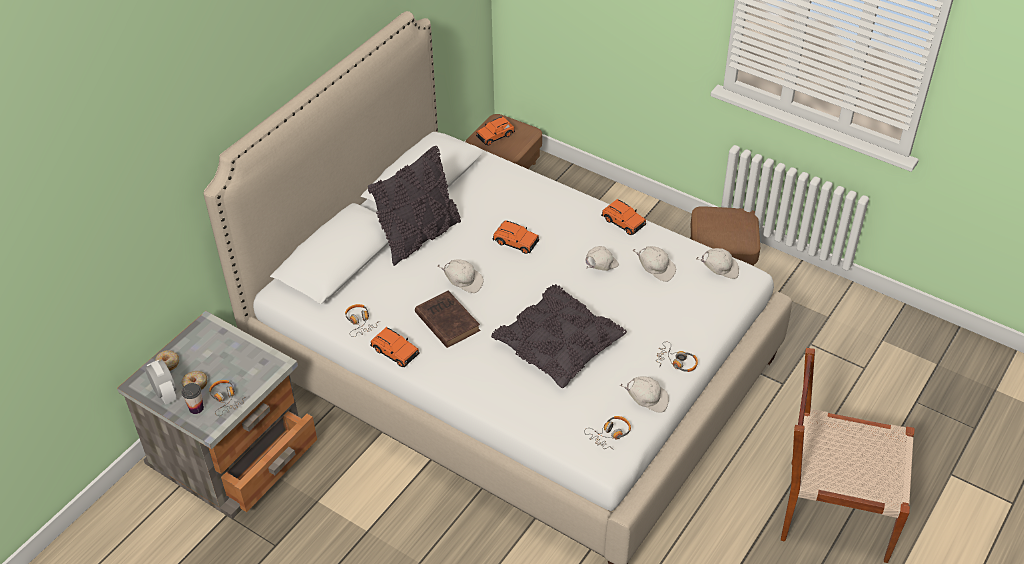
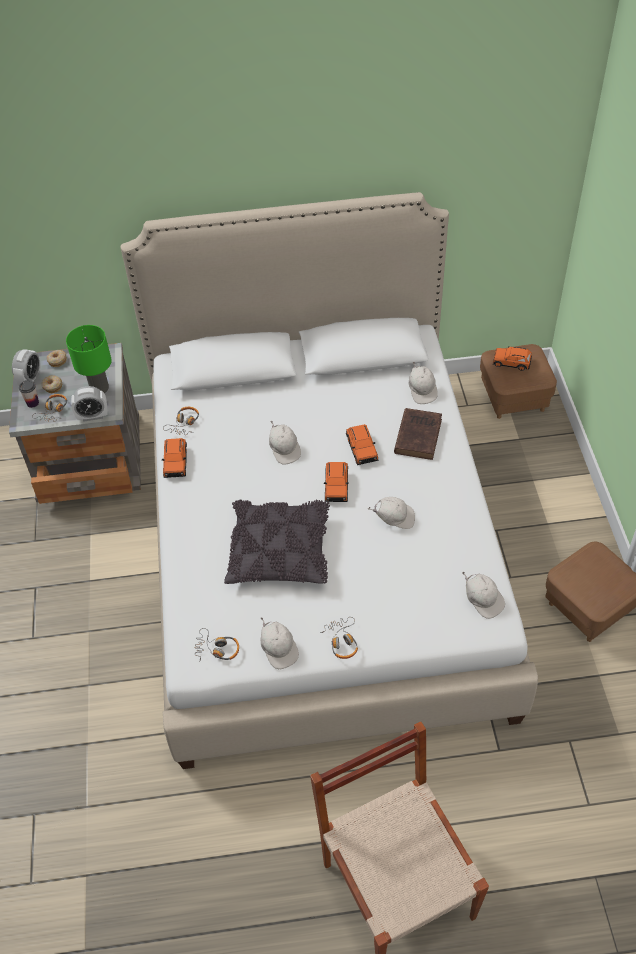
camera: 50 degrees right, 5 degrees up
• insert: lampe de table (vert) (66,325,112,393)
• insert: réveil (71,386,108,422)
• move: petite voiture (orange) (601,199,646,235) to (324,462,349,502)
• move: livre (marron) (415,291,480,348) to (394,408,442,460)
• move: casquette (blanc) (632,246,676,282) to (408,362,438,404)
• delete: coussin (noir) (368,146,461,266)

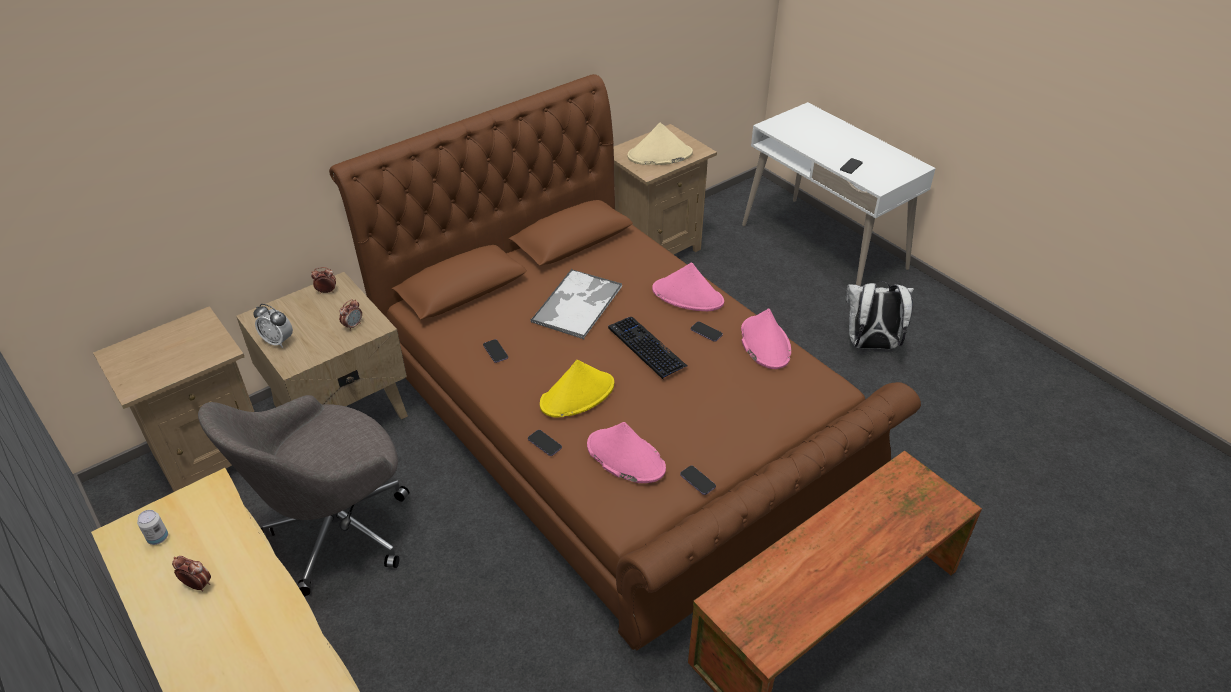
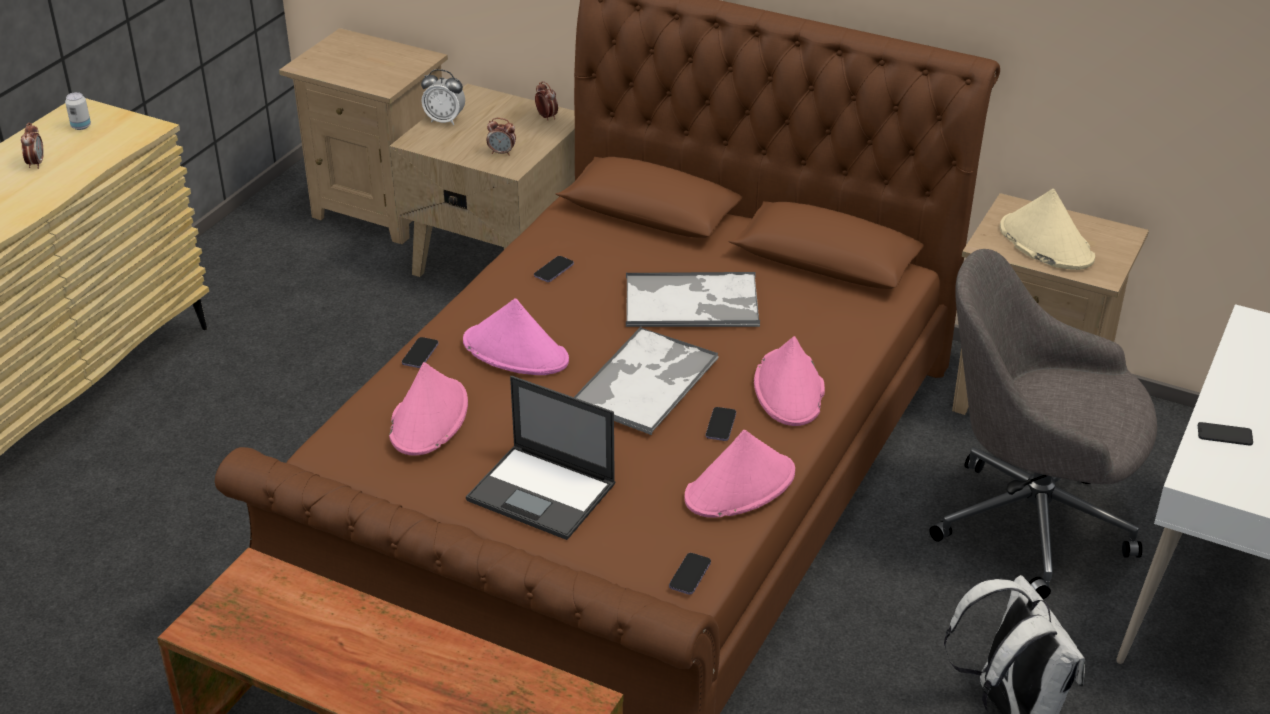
camera: 65 degrees right, 5 degrees down
• rotate: réveil (253,304,293,348) = (421,69,465,125) 75 degrees counterclockwise
• recolor: chapeau (jaune) (540,360,614,417) to chapeau (rose) (463,298,569,375)
• insert: ordinateur portable (466,376,616,540)
• replace: clavier (608,317,687,380) to plateau (574,327,719,435)
• move: téléphone (680,465,716,495) to (669,553,711,595)
• move: chaise de bureau (gris) (198,395,410,596) to (929,249,1157,599)

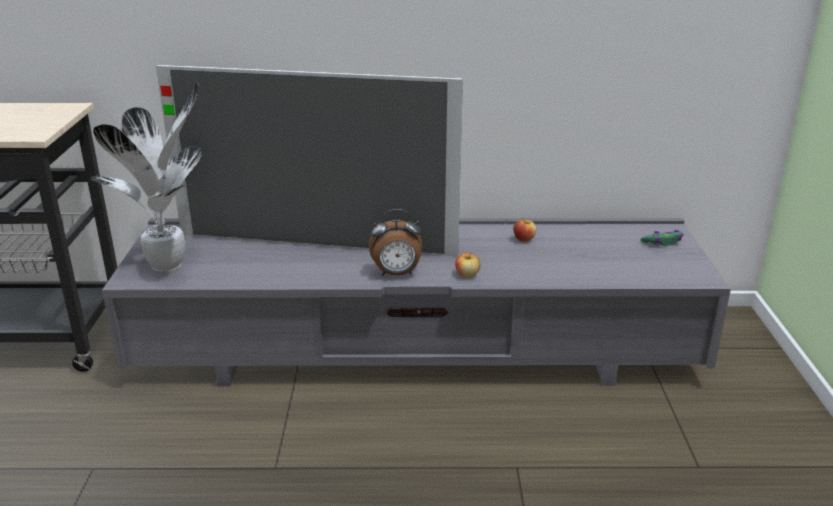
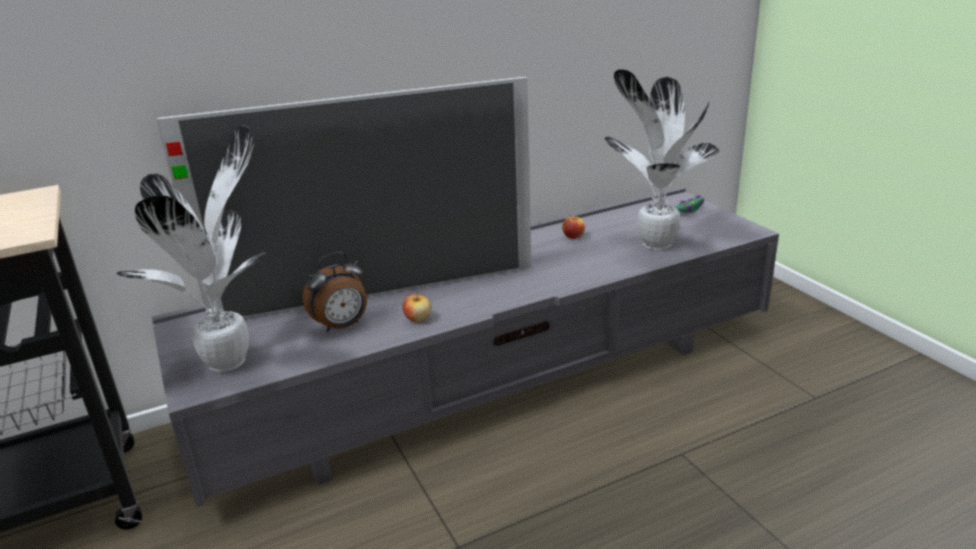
camera: 25 degrees left, 0 degrees up
• move: réveil (369,209,422,276) to (303,252,367,333)
• move: pomme (455,251,480,278) to (403,292,431,322)
• insert: plante en pot (605,69,719,250)

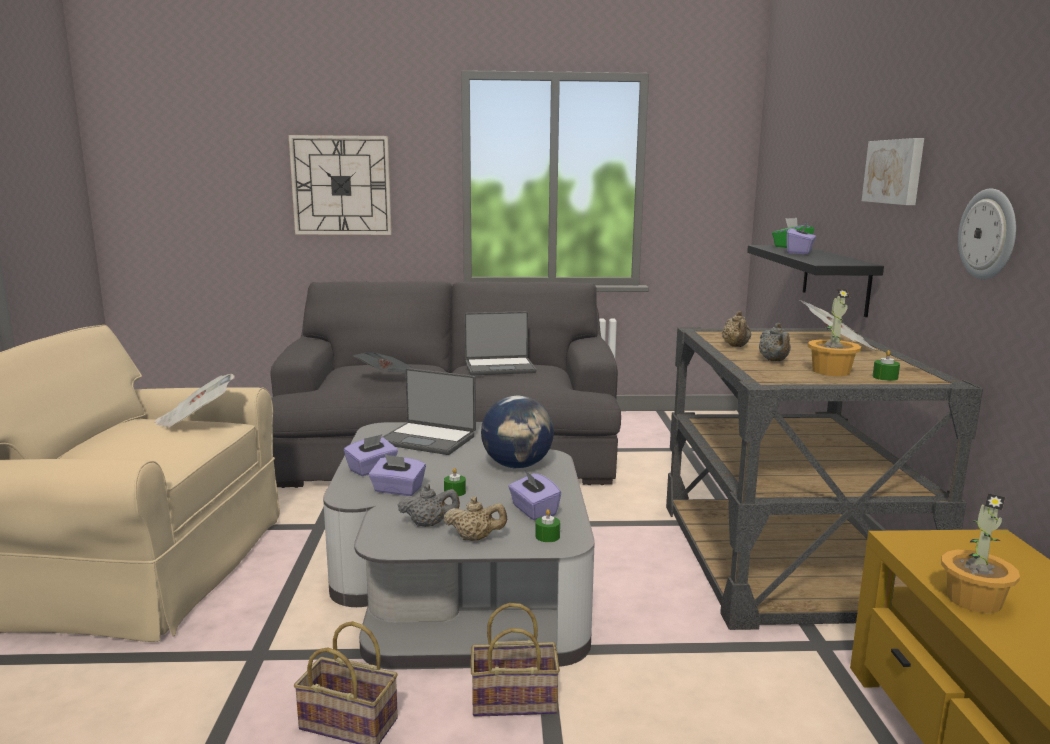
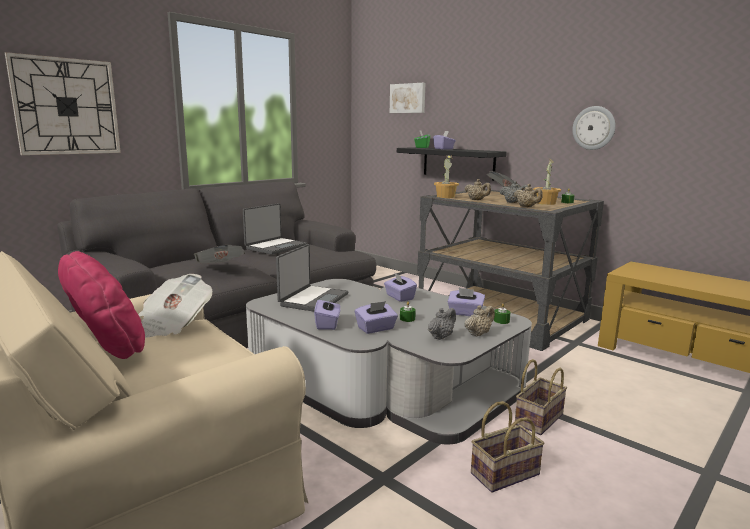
camera: 45 degrees left, 0 degrees up
• insert: coussin (rose) (58,251,145,359)
• rotate: ordinateur portable (383,368,476,455) = (276,244,349,312) 45 degrees counterclockwise
• replace: globe (481,396,554,469) to boîte à mouchoirs (violet) (384,272,417,302)
• move: tableau (862,138,924,205) to (390,83,425,113)
• move: plante en pot (941,493,1020,613) to (434,155,459,198)
• insert: théière (beige) (514,184,543,207)

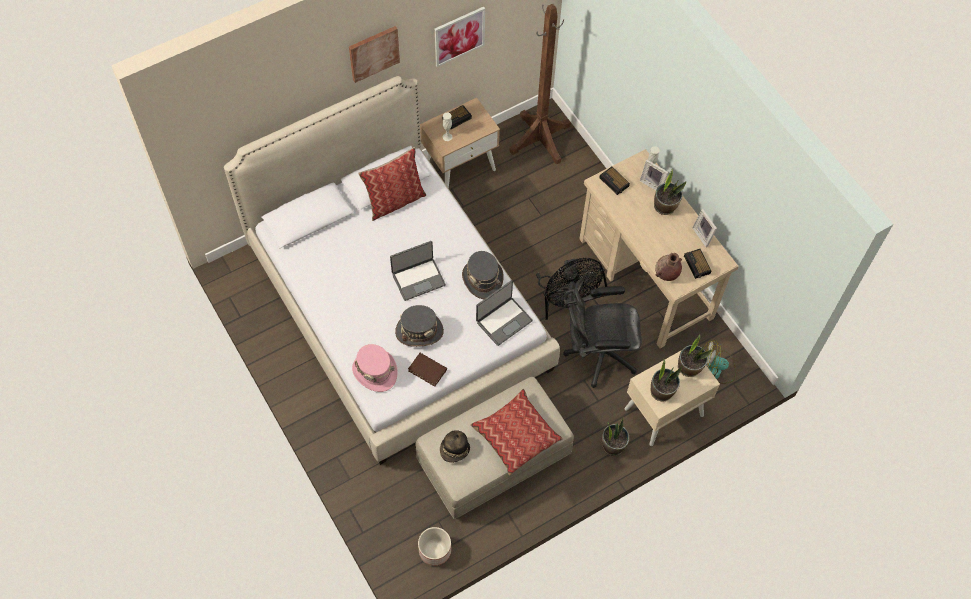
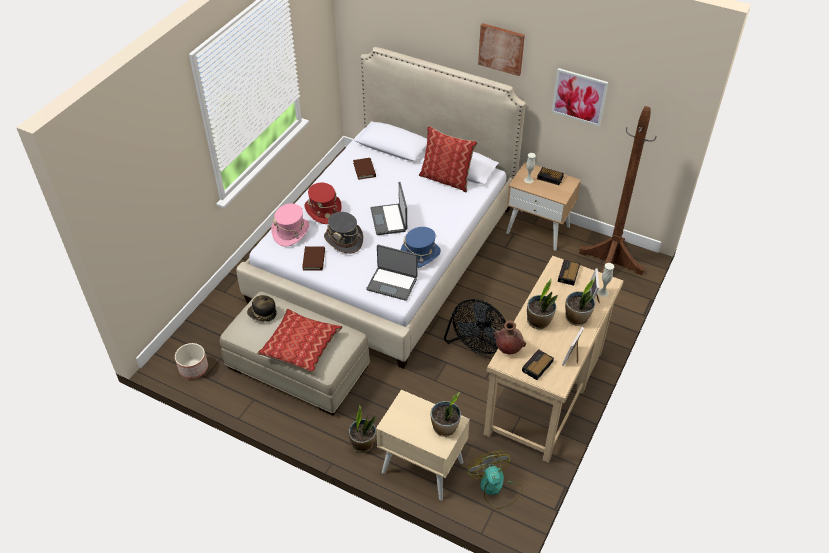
camera: 60 degrees right, 15 degrees down
• insert: chapeau (rouge) (304,183,342,224)
• insert: livre (marron) (353,158,376,180)
• rotate: ordinateur portable (390,241,446,301) = (370,182,407,235) 45 degrees clockwise
• recolor: chapeau (gris) (462,251,504,299) to chapeau (bleu) (401,227,441,268)
• move: plante en pot (650,360,682,401) to (527,278,558,329)
• delete: chaise de bureau (563,280,642,388)

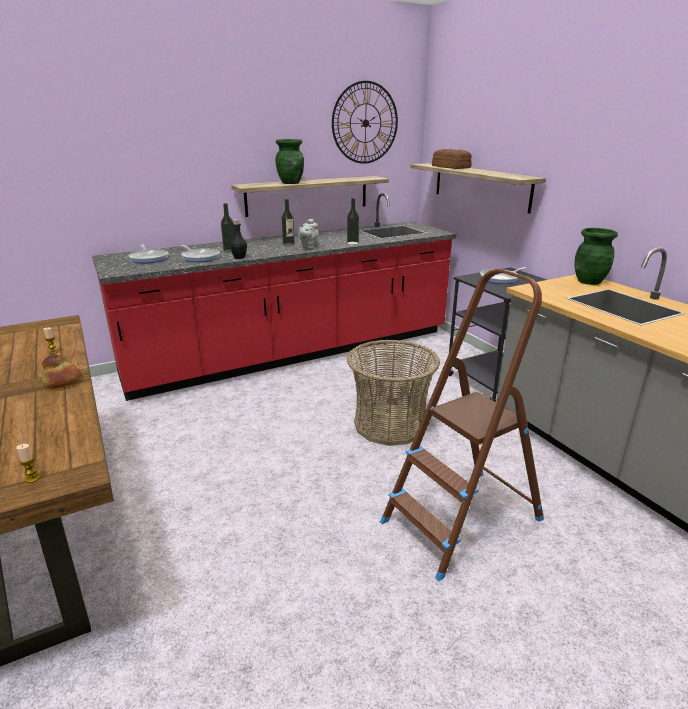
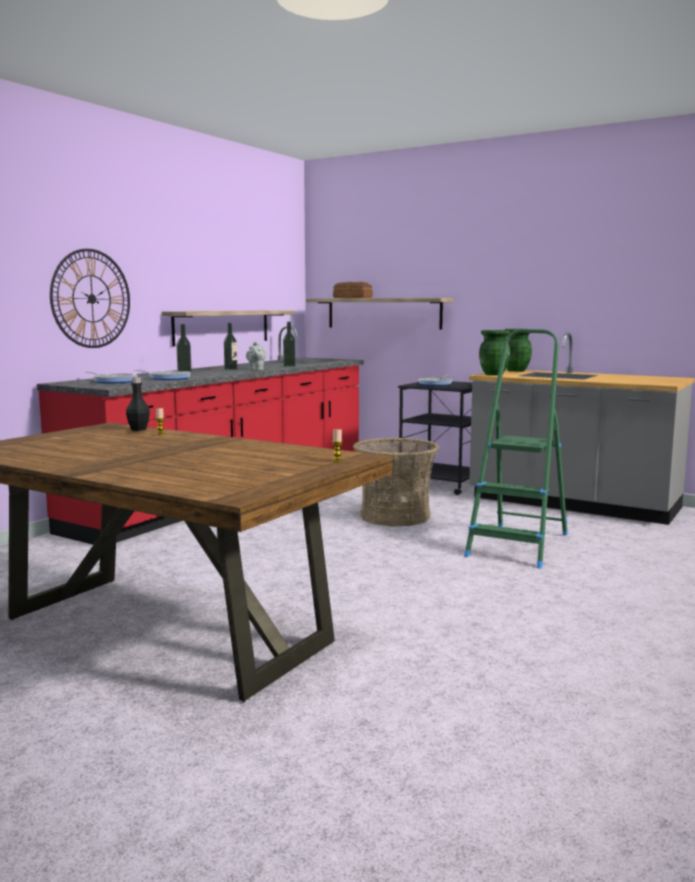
camera: 30 degrees left, 15 degrees down
• move: horloge murale (332,81,398,164) to (50,249,130,348)
• move: bouteille (noir) (230,219,247,259) to (126,377,150,431)
• recolor: escabeau (marron) (380,269,544,581) to escabeau (vert) (464,329,568,568)
• move: vase (vert) (275,139,304,184) to (479,330,510,375)
• delete: pain (41,354,81,389)

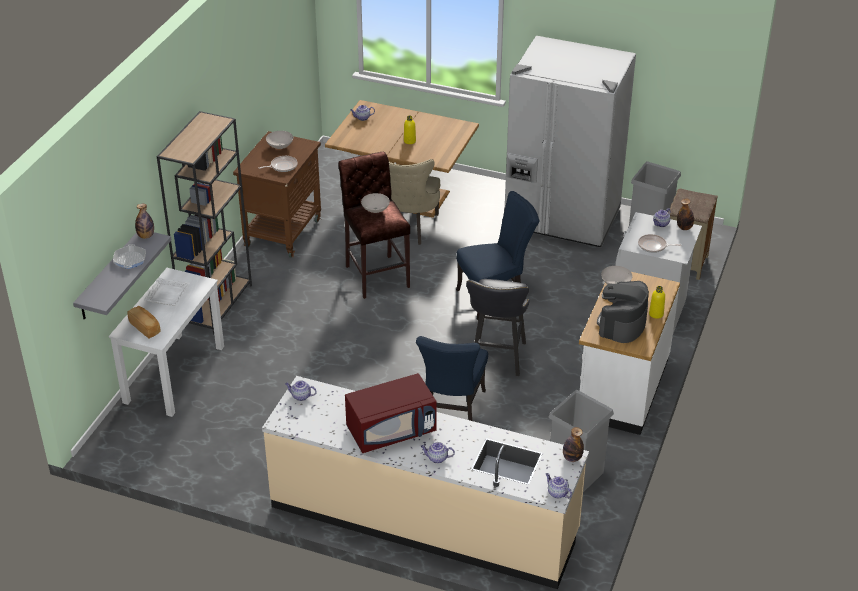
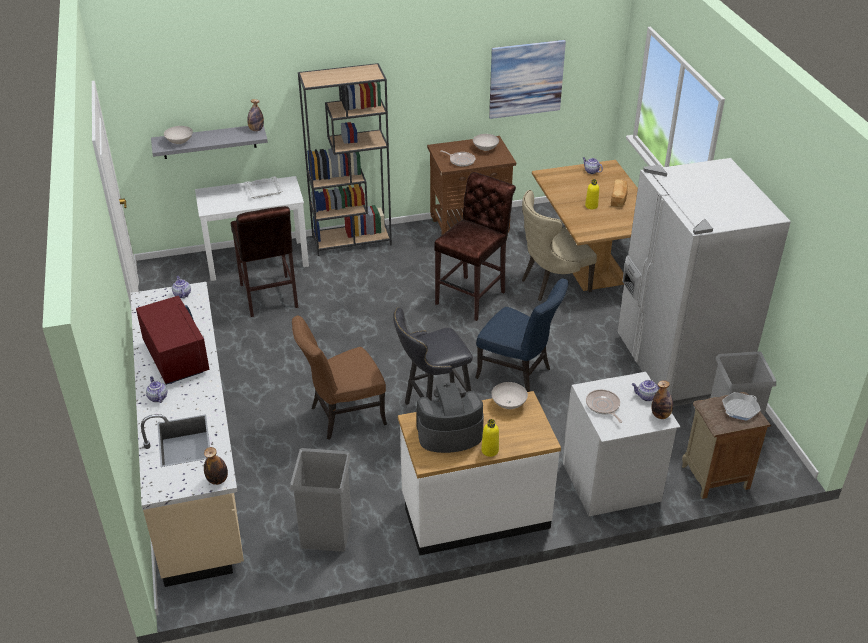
camera: 55 degrees right, 0 degrees up
• rotate: micro-ondes (rouge) (345,373,437,453) = (136,296,209,385) 150 degrees counterclockwise
• move: bol (blanc) (361,193,390,213) to (164,126,193,144)
• insert: tabouret (marron) (231,206,298,317)
• recolor: chaise (bleu) (416,336,488,421) to chaise (marron) (292,316,387,440)
• insert: tableau (489,40,566,119)
• move: pain (127,306,160,339) to (611,179,628,207)
• move: poêle (113,244,146,269) to (722,392,761,421)
• delete: théière (546,473,572,499)

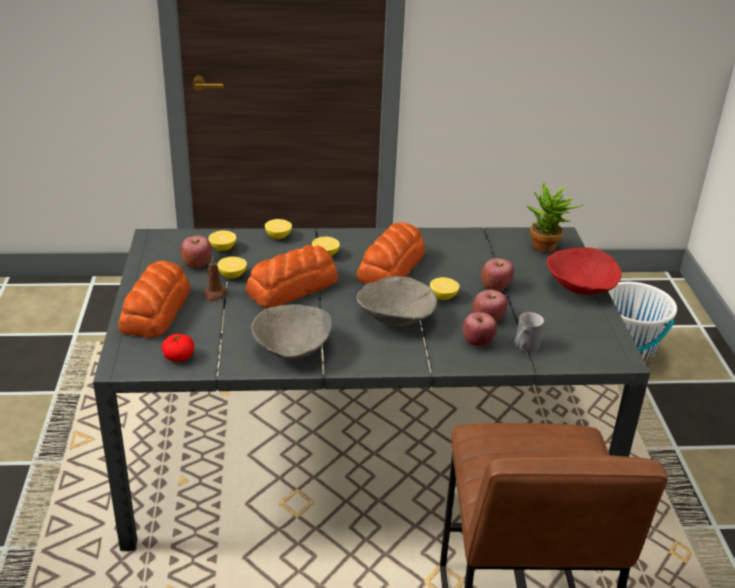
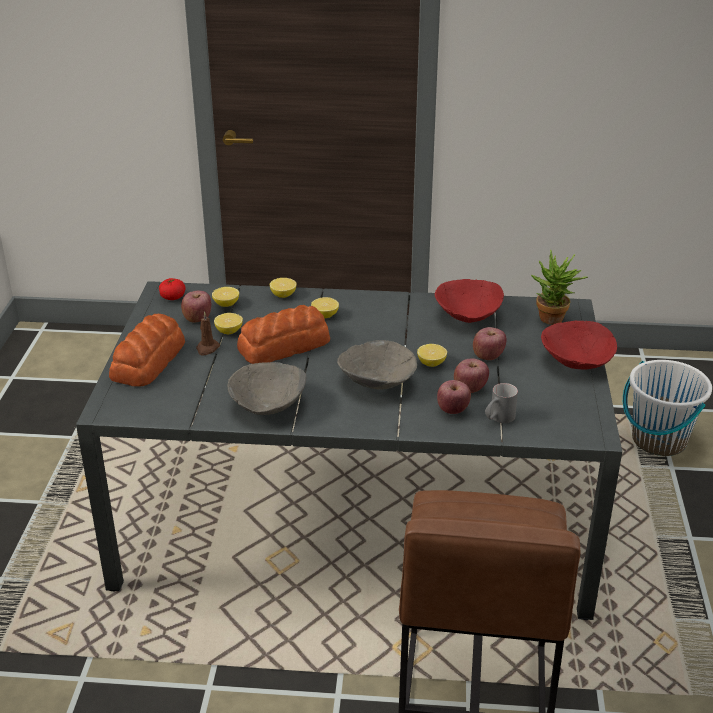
camera: 10 degrees right, 0 degrees up
• move: tomate (161,334,194,362) to (159,278,186,300)
• insert: bol (rouge) (435,279,504,323)
• delete: pain (357,223,425,284)

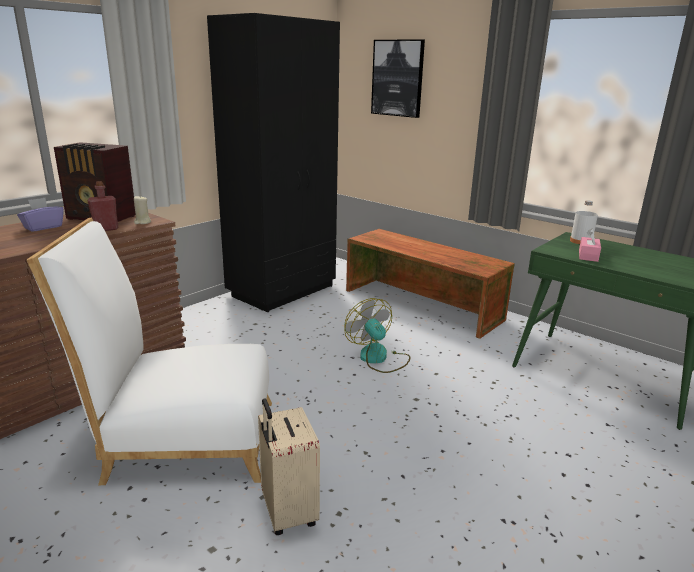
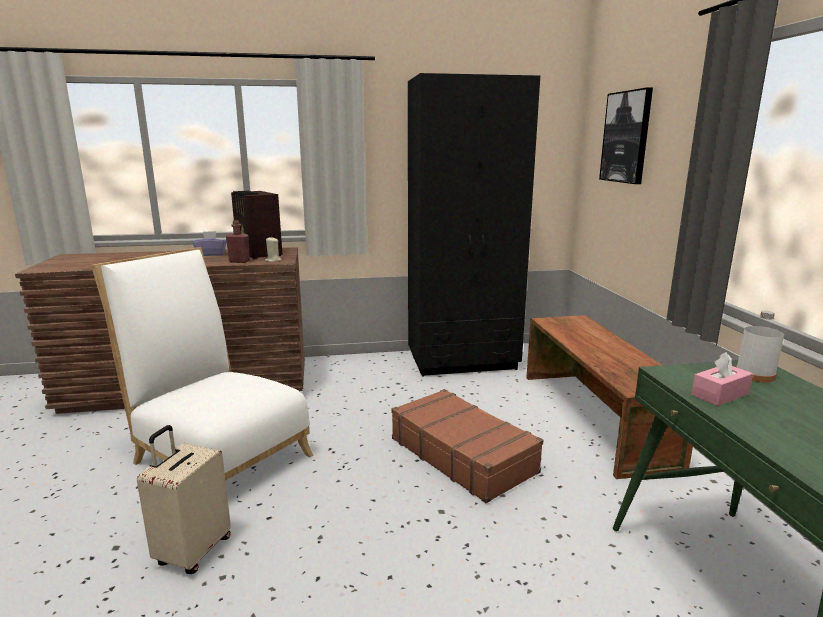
camera: 40 degrees right, 5 degrees down
• replace: ventilateur (344,298,410,373) to valise (marron) (391,389,543,503)

